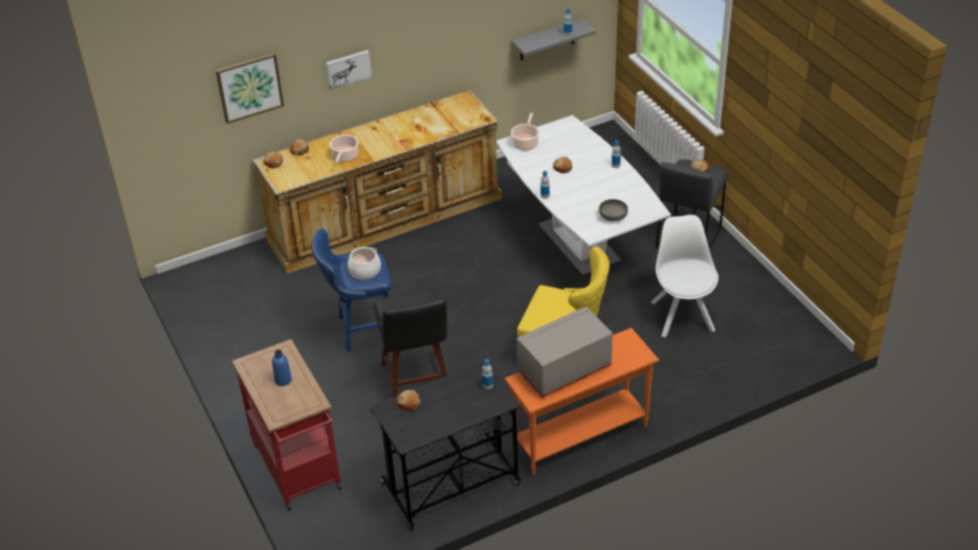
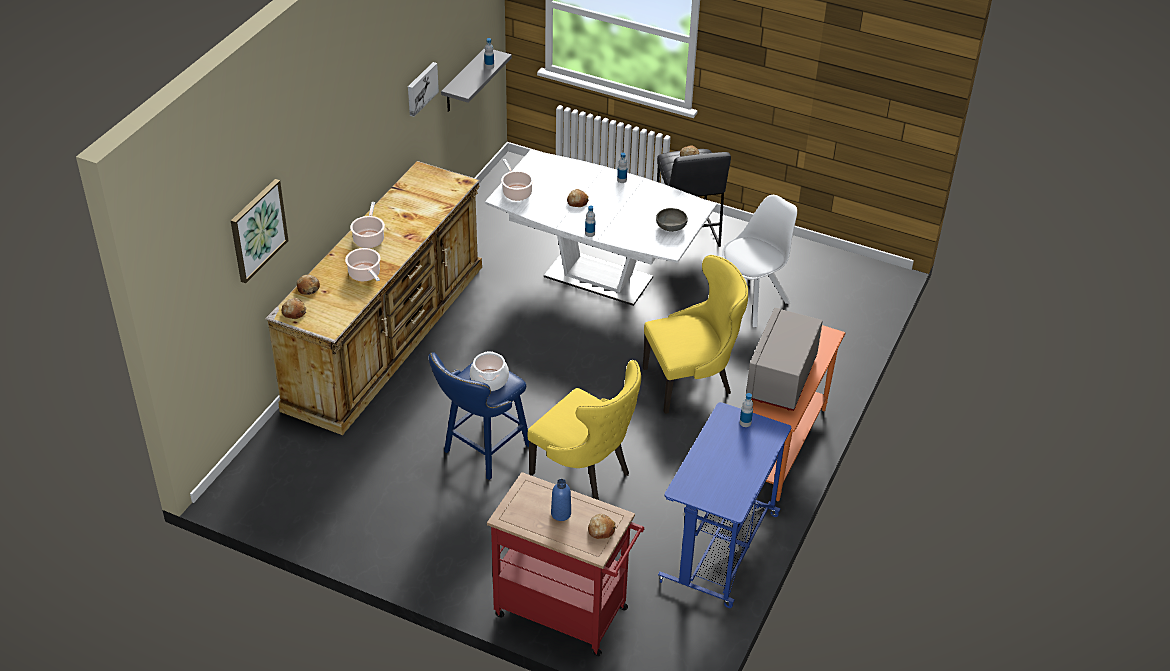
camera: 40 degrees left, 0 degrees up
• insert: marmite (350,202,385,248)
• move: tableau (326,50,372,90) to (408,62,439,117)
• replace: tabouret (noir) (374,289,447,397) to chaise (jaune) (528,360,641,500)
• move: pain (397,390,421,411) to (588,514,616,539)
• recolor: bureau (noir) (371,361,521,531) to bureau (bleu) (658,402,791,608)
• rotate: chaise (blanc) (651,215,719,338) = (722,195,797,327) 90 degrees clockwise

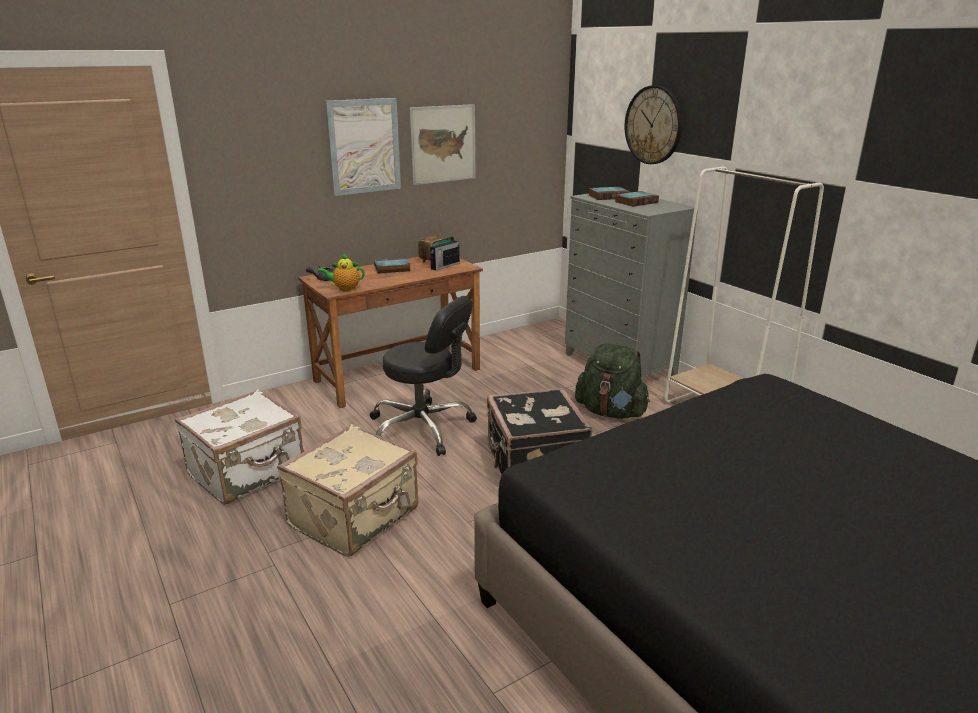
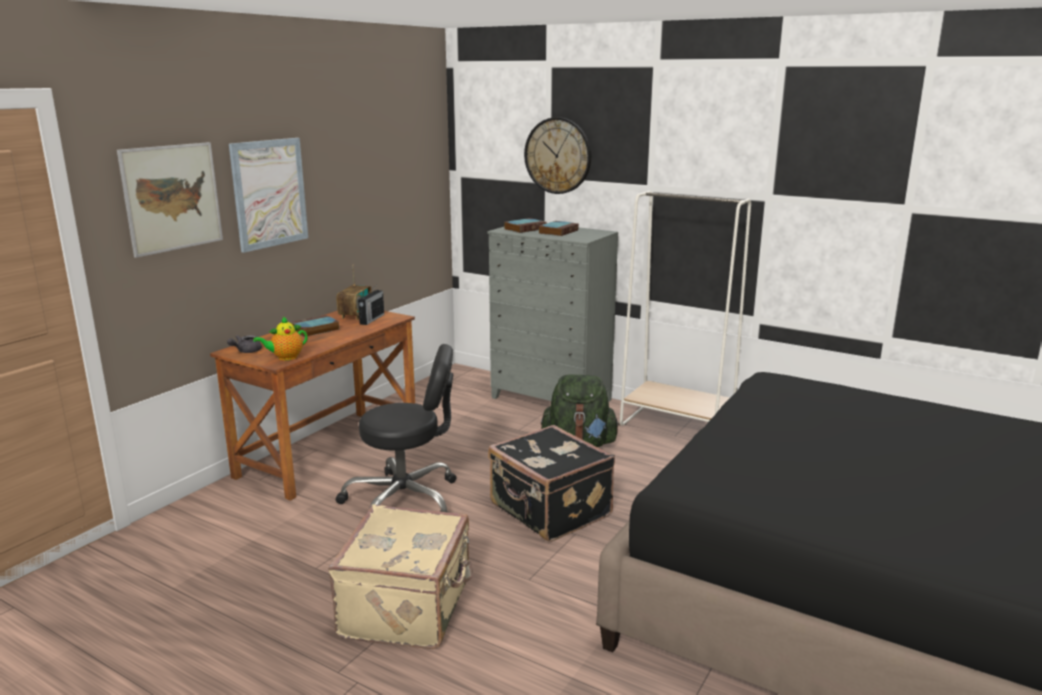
camera: 25 degrees left, 5 degrees down
• move: tableau (409,104,476,185) to (117,142,223,258)
• delete: valise (blanc) (175,389,304,505)

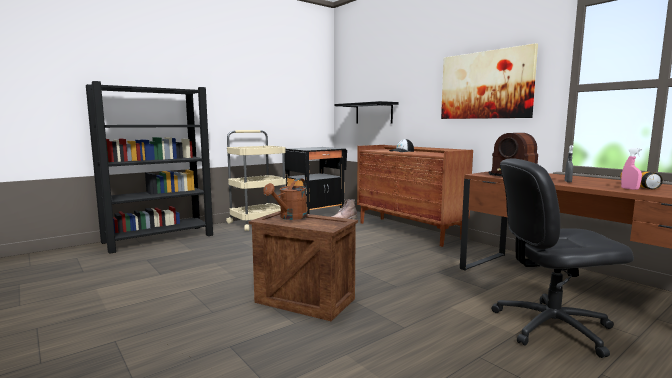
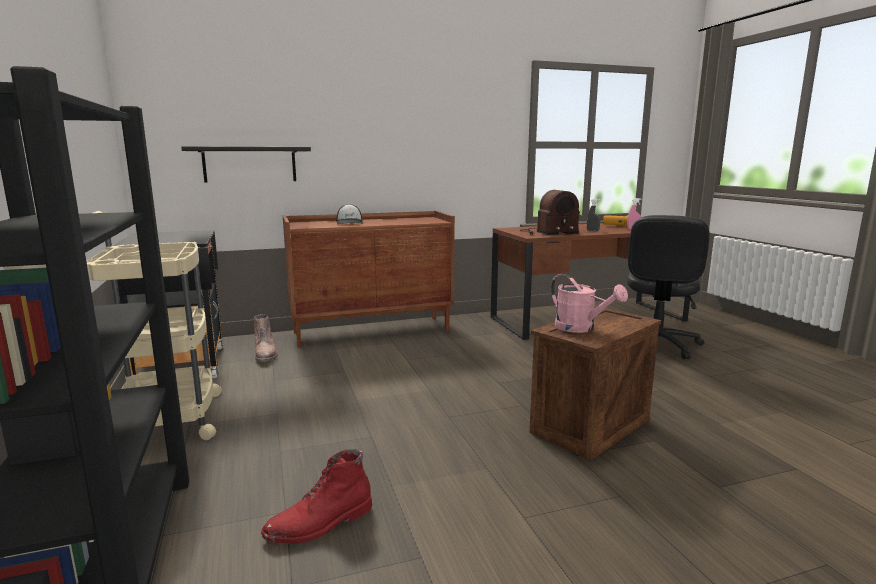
camera: 70 degrees left, 5 degrees up
• insert: botte (rouge) (261,449,373,544)
• recolor: arrosoir (marron) (263,178,307,220) to arrosoir (rose) (551,274,628,333)
• delete: tableau (441,43,538,119)

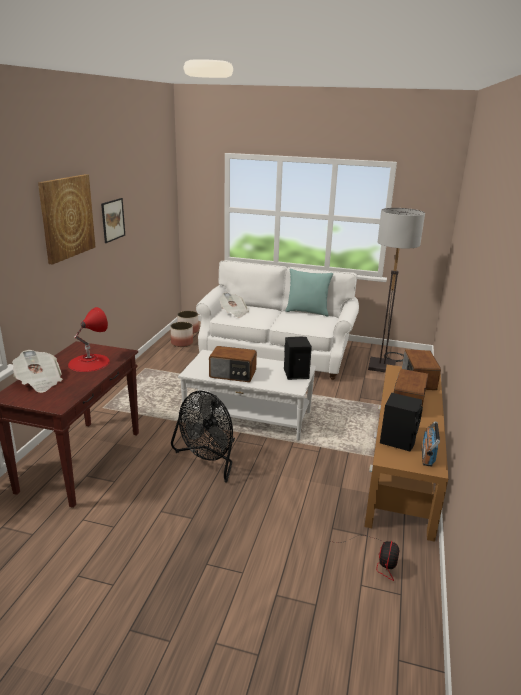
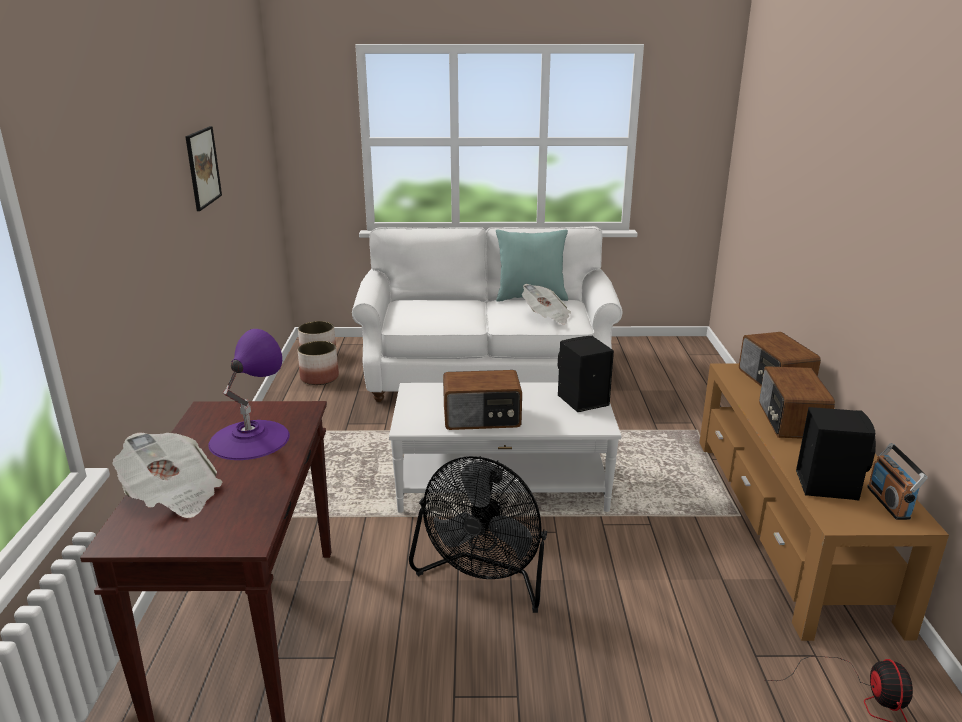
camera: 15 degrees left, 0 degrees up
• recolor: lampe de table (rouge) (68,307,110,372) to lampe de table (violet) (208,329,290,460)
• move: journal (219,292,249,318) to (522,284,571,325)
• delete: tableau (38,174,95,265)
• delete: lampadaire (368,208,425,372)

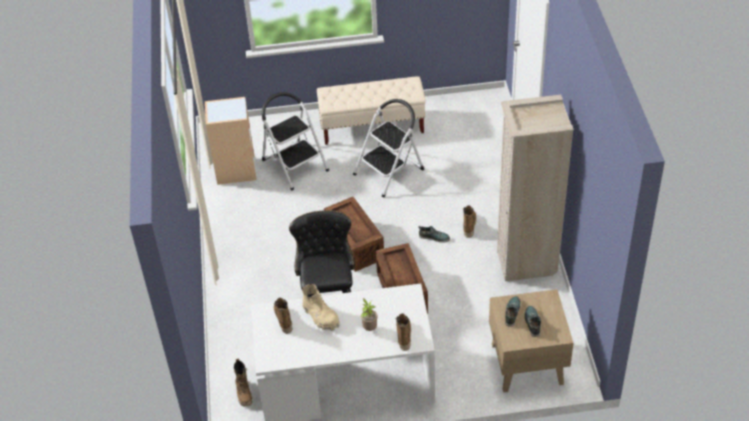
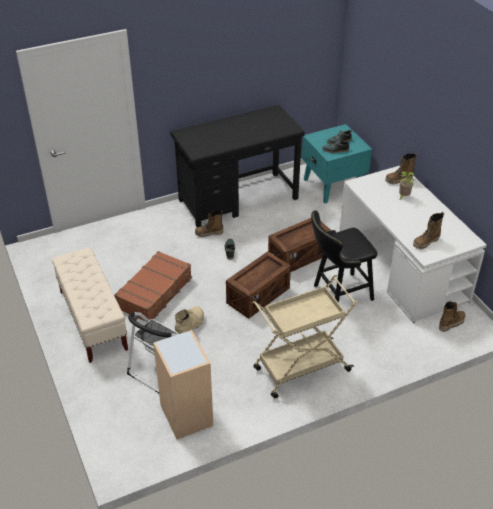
camera: 110 degrees left, 5 degrees down
• replace: escabeau (353,99,424,197) to valise (marron) (114,251,192,321)
• replace: meuble de rangement (beige) (497,95,574,281) to bureau (noir) (170,105,305,227)
• move: botte (beige) (302,284,340,331) to (175,306,204,334)
• insert: chariot (beige) (252,275,358,398)
• recolor: table de chevet (beige) (489,289,573,393) to table de chevet (turquoise) (302,124,372,203)

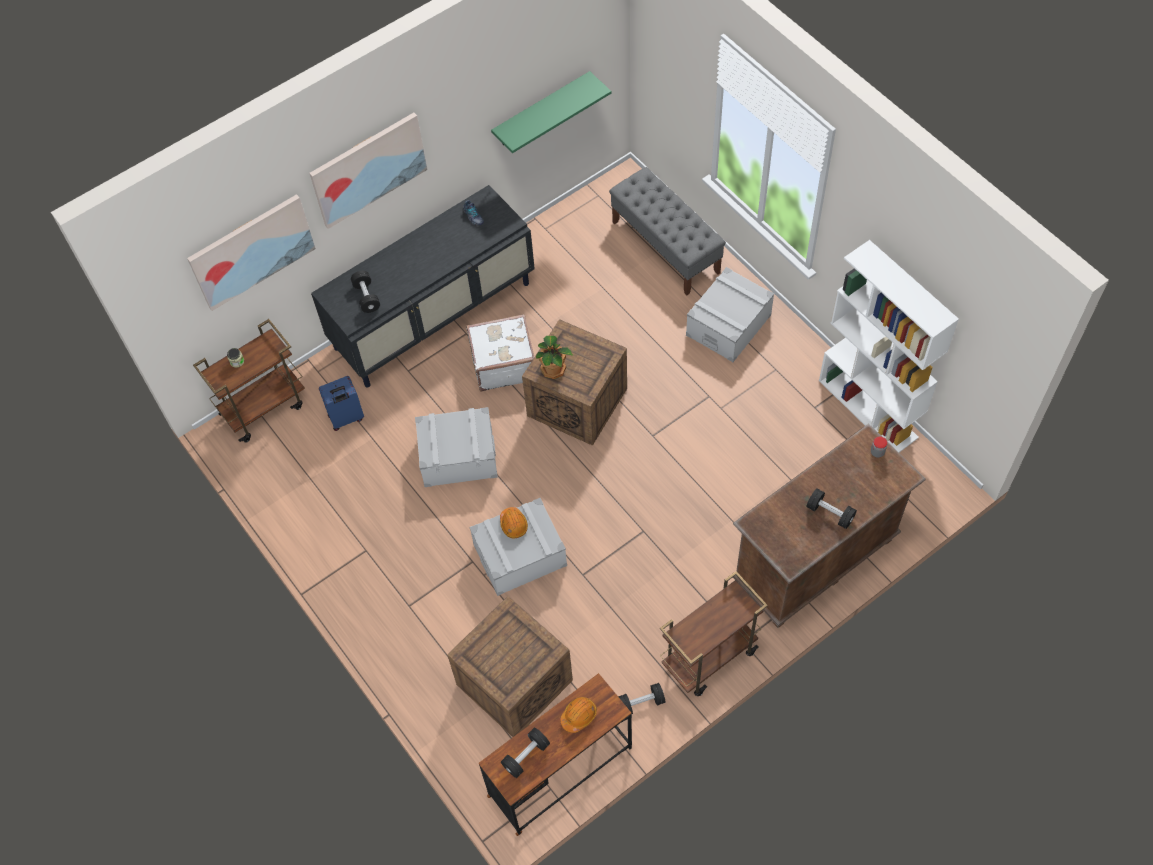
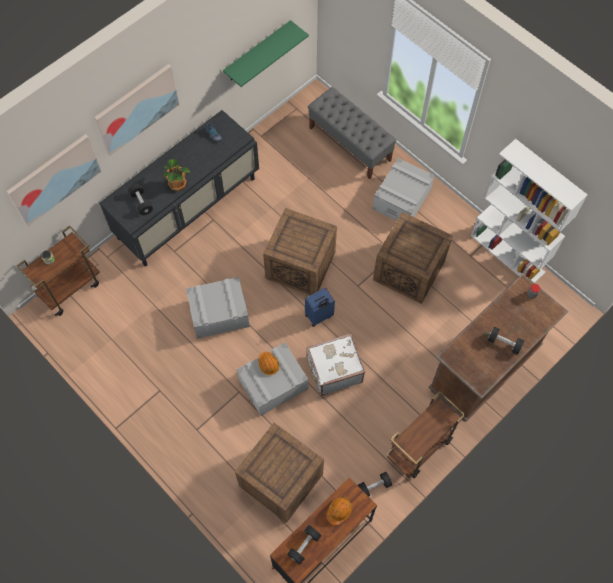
camera: 10 degrees left, 5 degrees up
• move: plante en pot (536,336,573,379) to (163,159,190,191)
• move: valise (bleu) (319,376,364,431) to (305,288,335,327)
• move: valise (blanc) (466,314,534,391) to (307,333,365,396)
• insert: caisse (373,212,453,304)

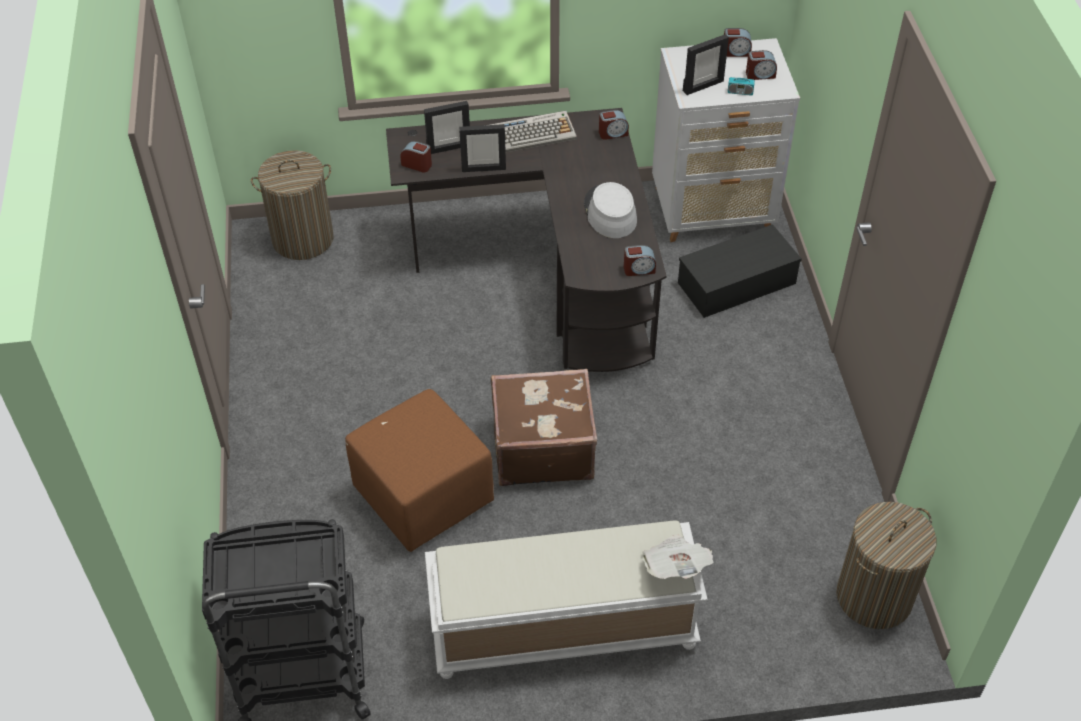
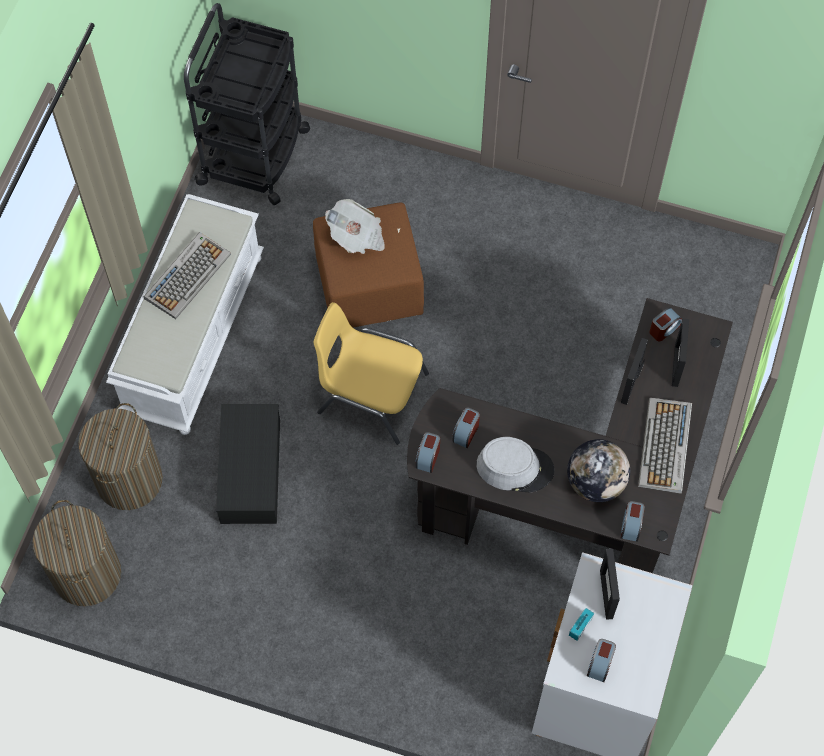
camera: 115 degrees right, 15 degrees up
• move: panier à linge (251,150,333,260) to (78,403,163,510)
• insert: clavier (144,232,231,319)
• move: boîte de rangement (noir) (678,224,802,318) to (216,404,280,524)
• replace: valise (marron) (491,369,597,486) to chaise (jaune) (314,302,429,445)
• move: journal (642,535,713,579) to (325,199,385,254)
• move: réveil (724,28,752,57) to (452,407,480,448)
• insert: globe (567,439,630,502)

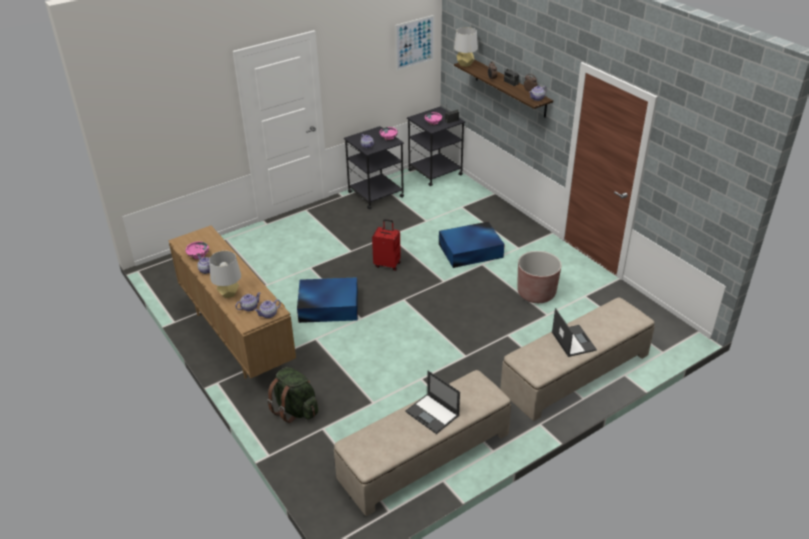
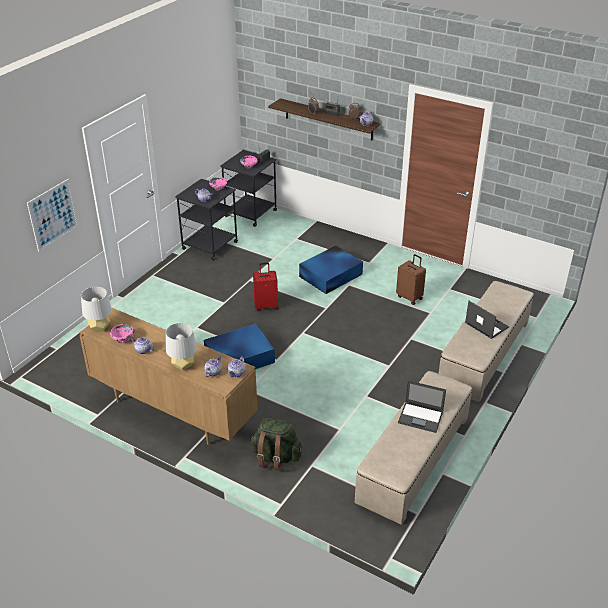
camera: 25 degrees left, 0 degrees up
• move: tableau (395,15,434,71) to (27,179,78,251)
• move: lampe de table (gris) (454,27,478,67) to (81,287,112,331)
• replace: cache-pot (marron) (517,251,561,303) to valise (marron) (396,254,426,305)

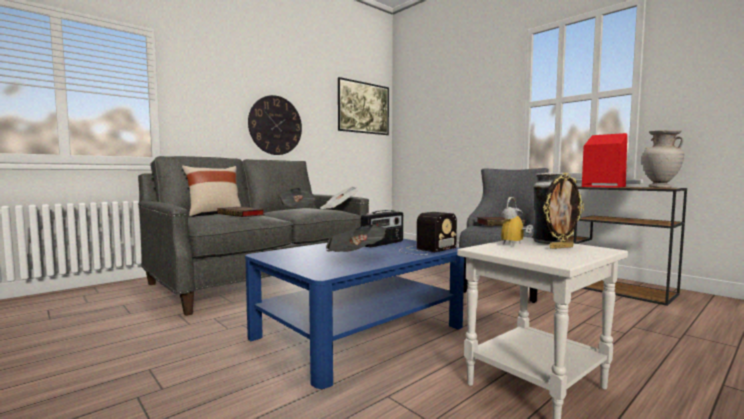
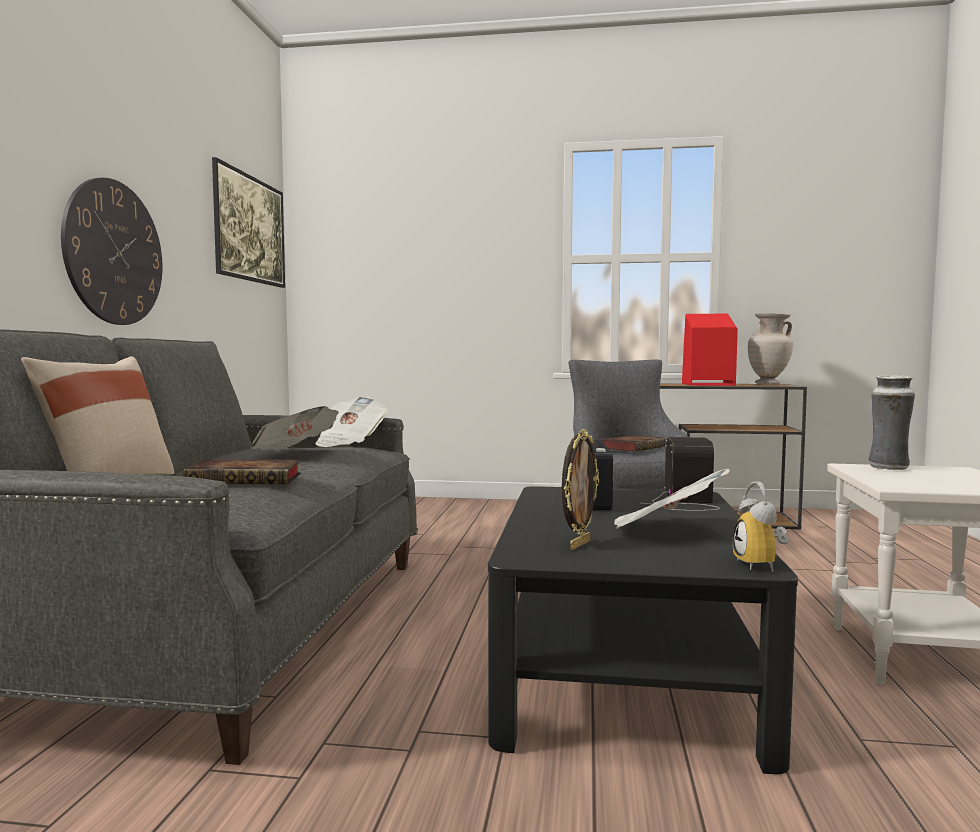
camera: 40 degrees left, 0 degrees up
• recolor: table basse (bleu) (245,239,464,389) to table basse (noir) (488,486,798,774)
• move: cadre photo (543,173,584,249) to (562,429,599,550)
• move: réveil (501,197,533,246) to (733,481,789,572)

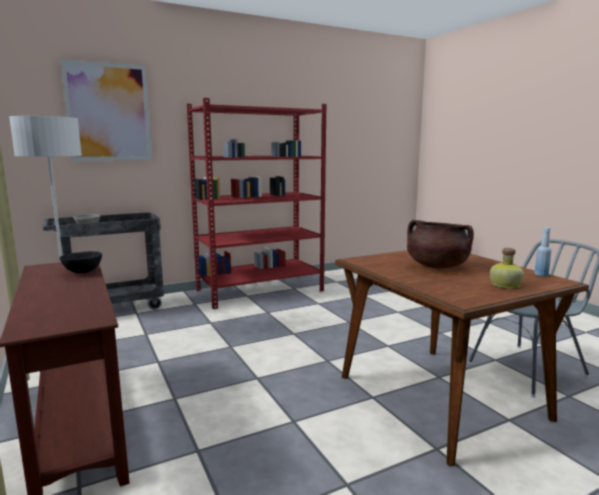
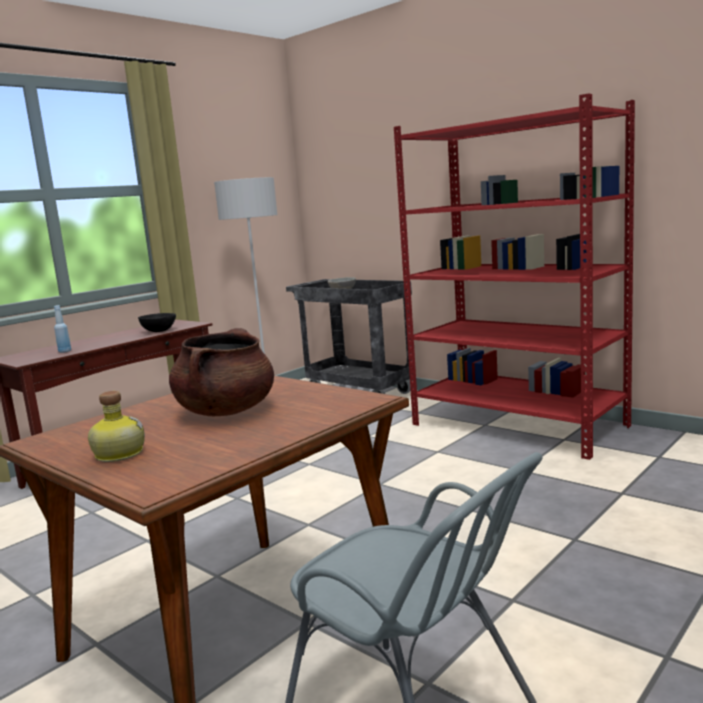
camera: 70 degrees right, 0 degrees up
• move: bouteille (bleu) (534,227,551,277) to (54,305,71,353)
• delete: tableau (60,59,152,161)

